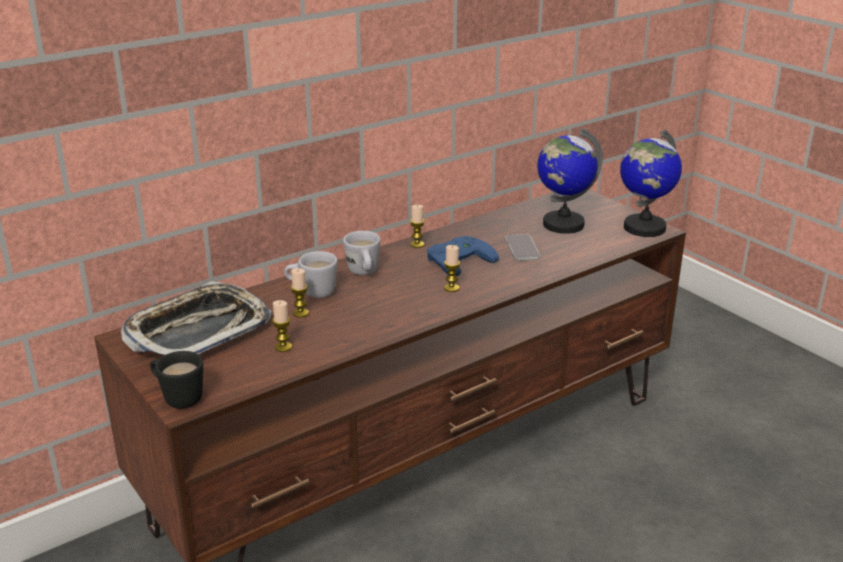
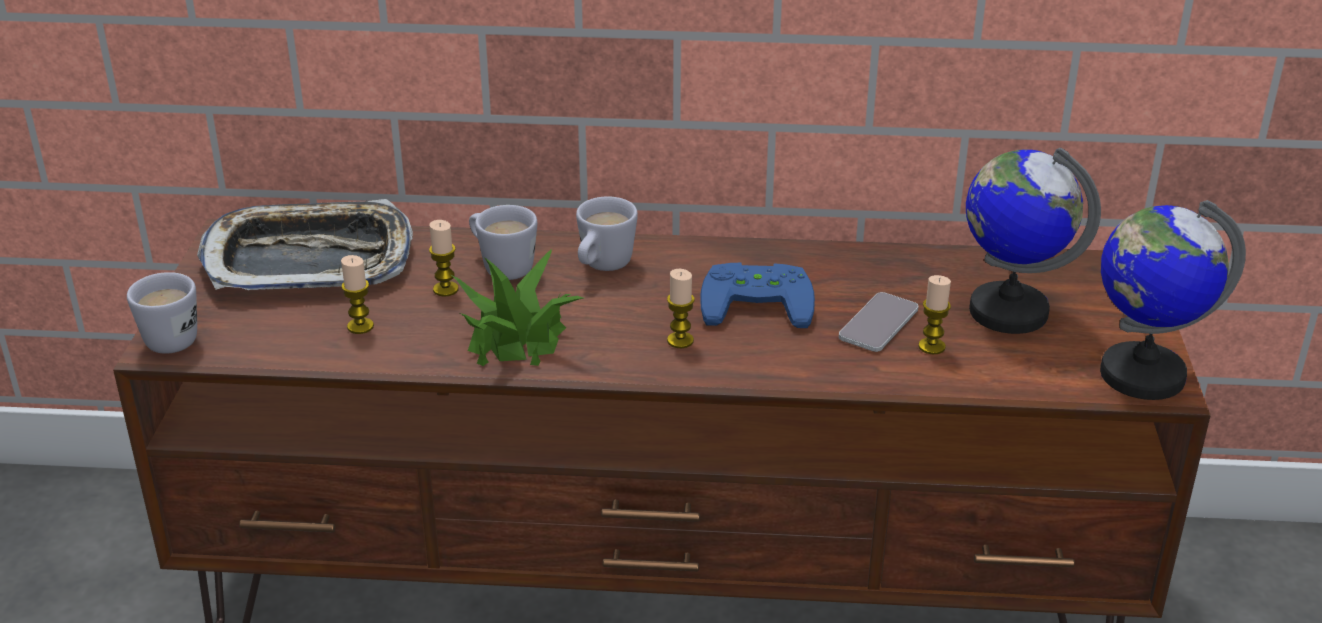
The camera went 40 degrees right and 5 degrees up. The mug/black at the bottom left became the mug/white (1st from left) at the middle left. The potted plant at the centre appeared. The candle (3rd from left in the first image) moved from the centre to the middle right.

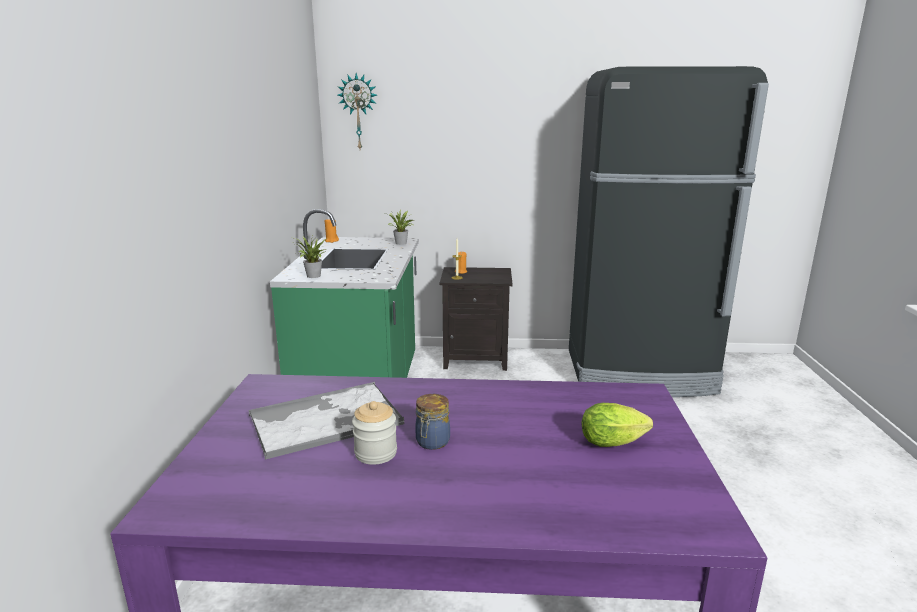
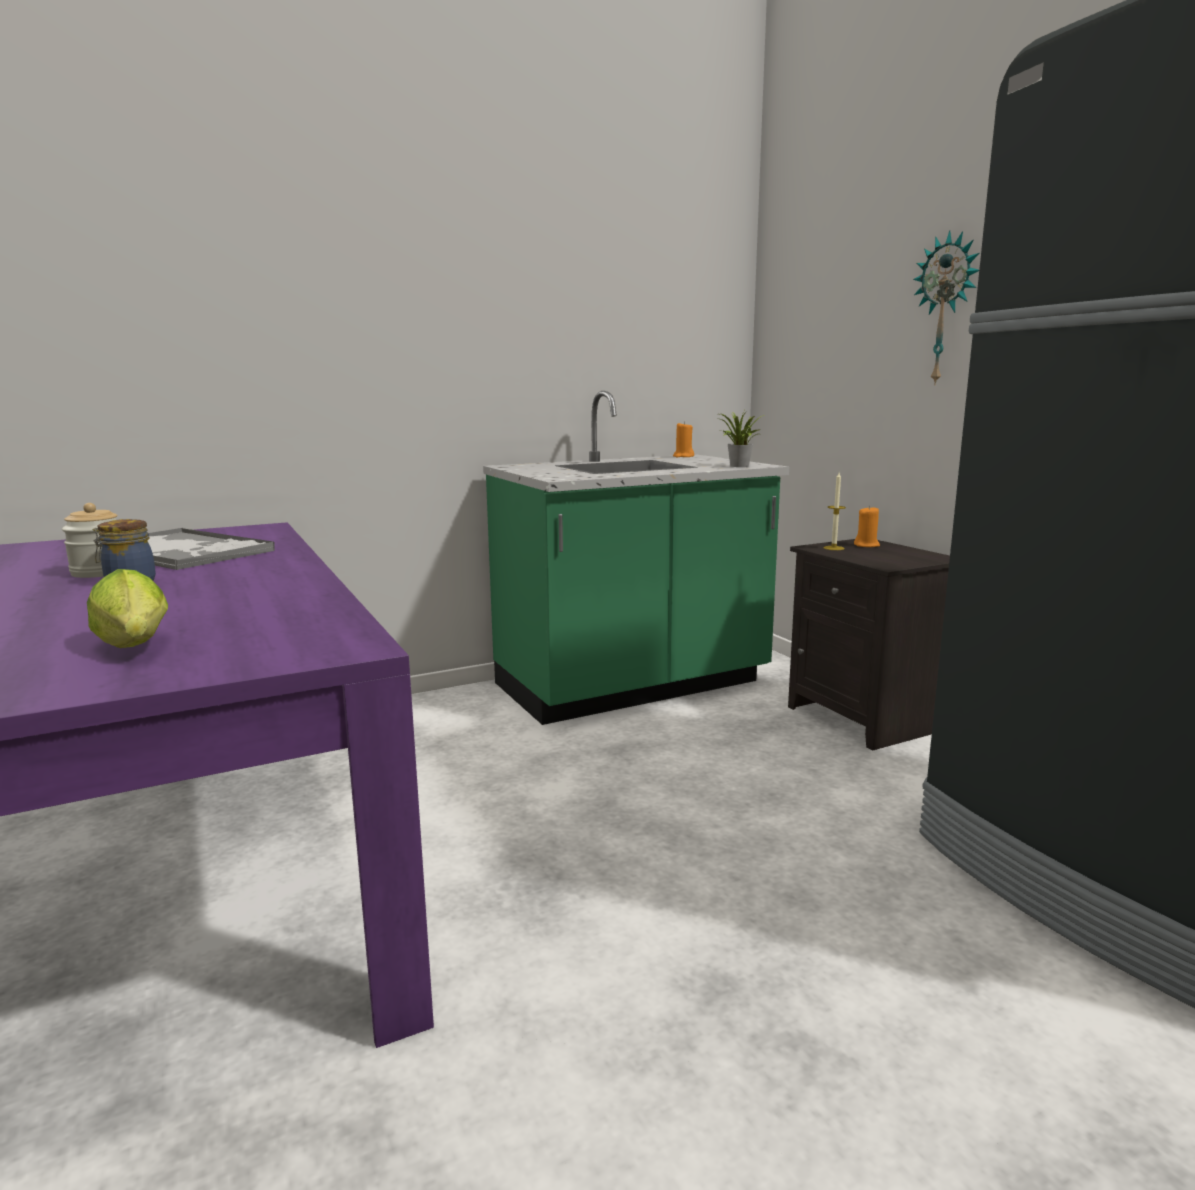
The camera went 60 degrees right and 5 degrees down. The wall clock moved from the top centre to the top right. The potted plant (1st from left) at the centre disappeared.

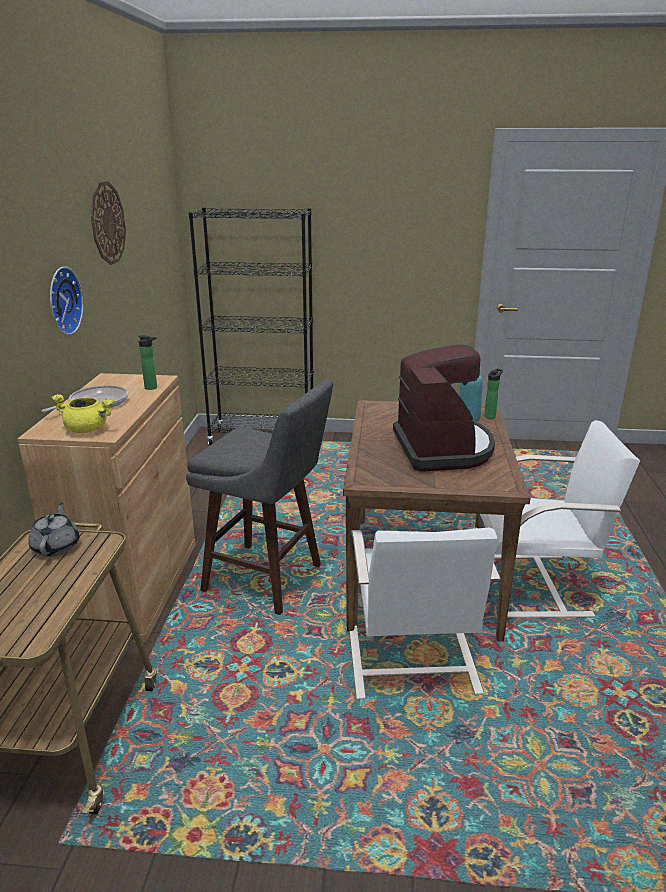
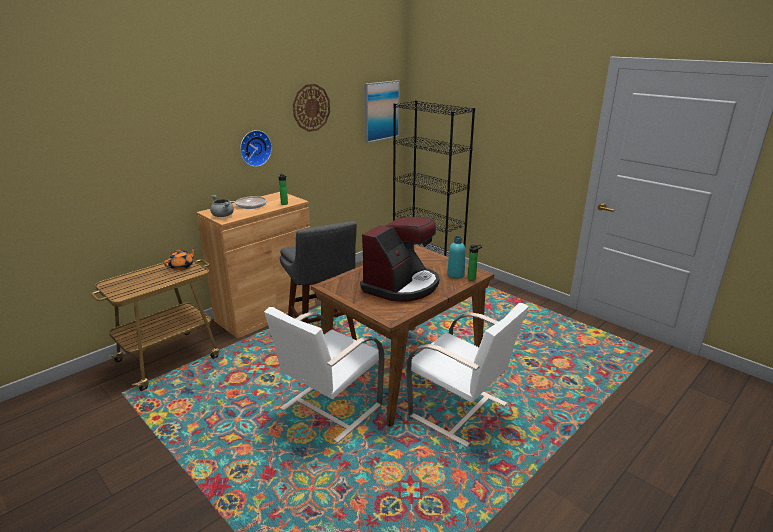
The camera went 40 degrees right and 0 degrees up. The teapot/grey at the middle left became the teapot/orange at the middle left. The cooking pot/yellow at the middle left became the cooking pot/grey at the middle left. The picture at the top centre appeared.

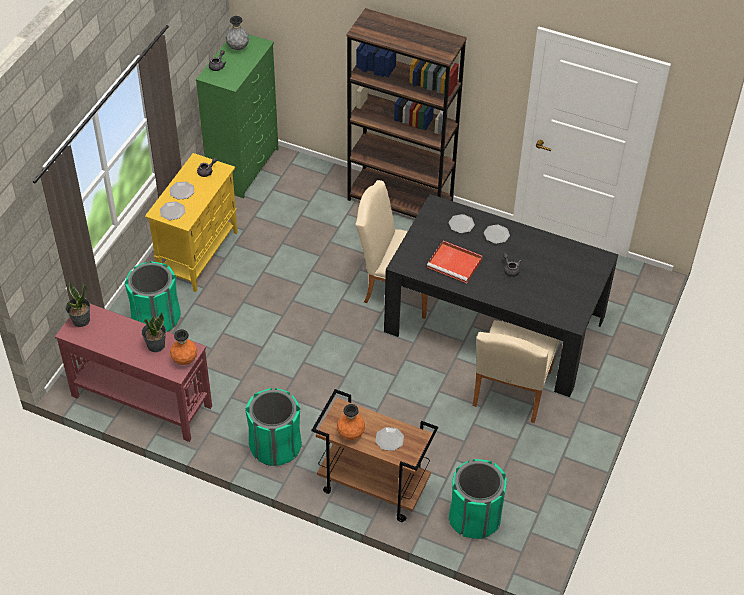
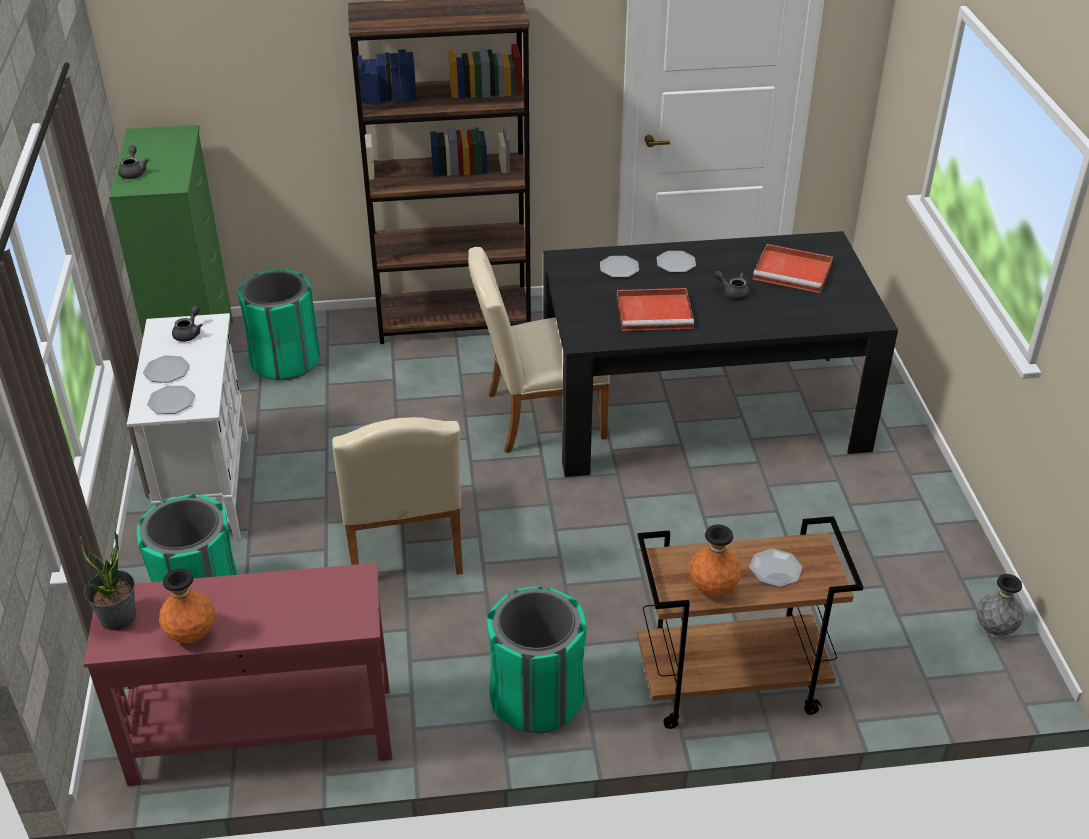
The camera went 30 degrees left and 10 degrees down. The cabinet/yellow at the middle left became the cabinet/white at the middle left. The vase/orange (1st from left) moved from the middle left to the bottom left. The trash can/green (3rd from left in the first image) moved from the bottom centre to the middle left. The chair/beige (2nd from left in the first image) moved from the middle right to the centre. The tray/red (2nd from left) at the top right appeared. The vase/grey moved from the top left to the bottom right. The potted plant (2nd from left) at the middle left disappeared.

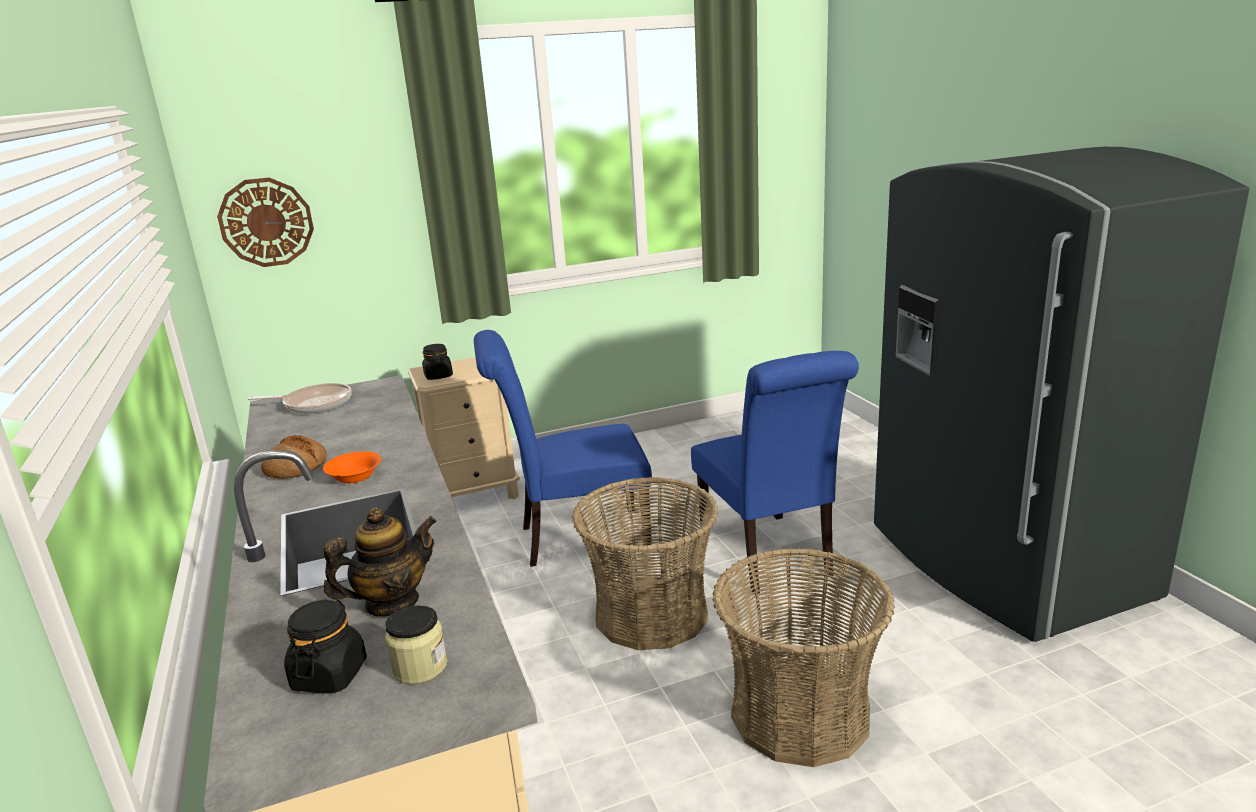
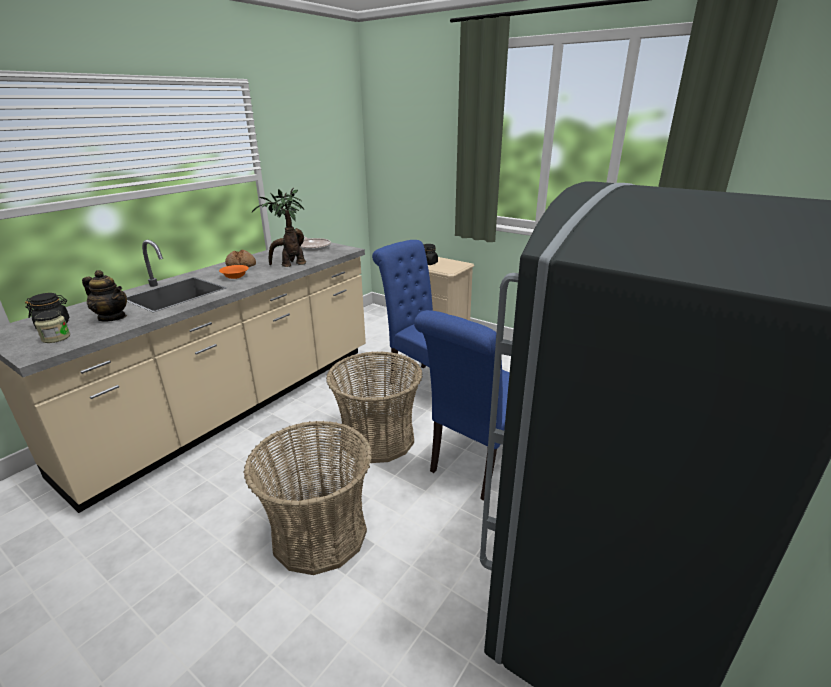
The camera went 55 degrees right and 5 degrees up. The potted plant at the top centre appeared. The wall clock at the top left disappeared.

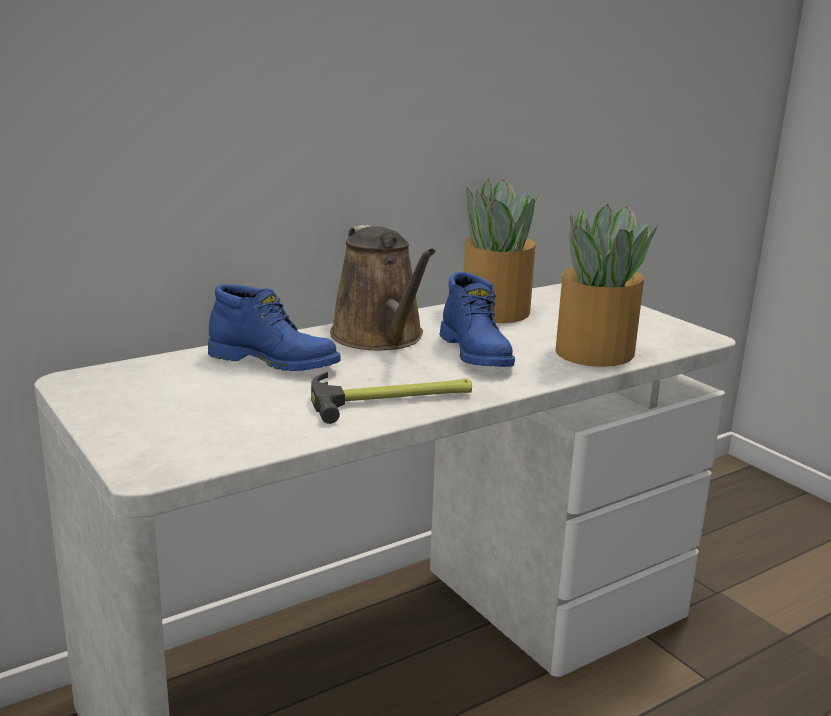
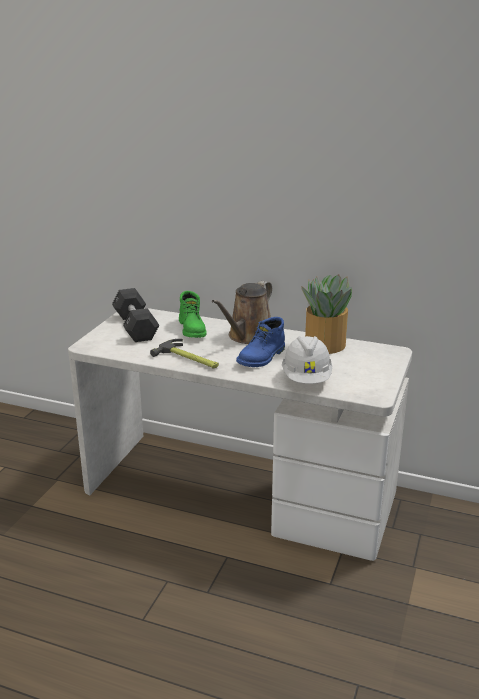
The camera went 55 degrees right and 5 degrees up. The dumbbell/black at the middle left appeared. The boot/blue (1st from left) at the middle left became the boot/green at the centre. The potted plant (2nd from left) at the middle right was replaced by the hard hat/white at the centre.

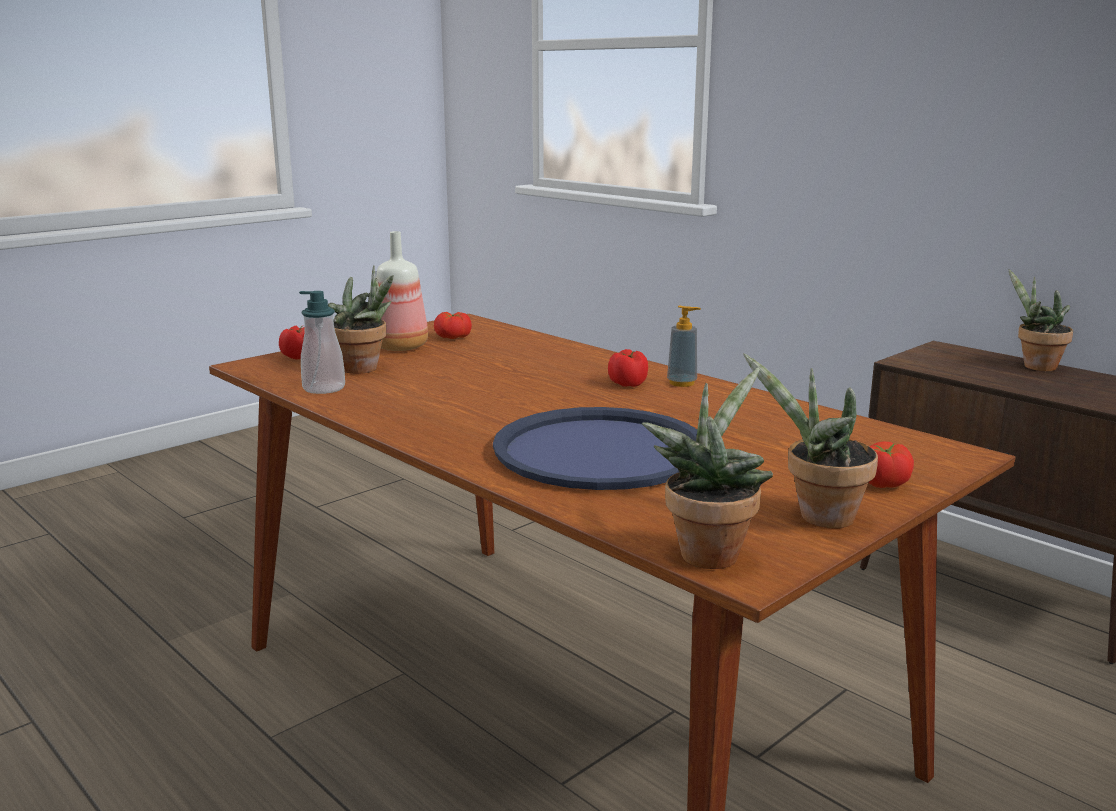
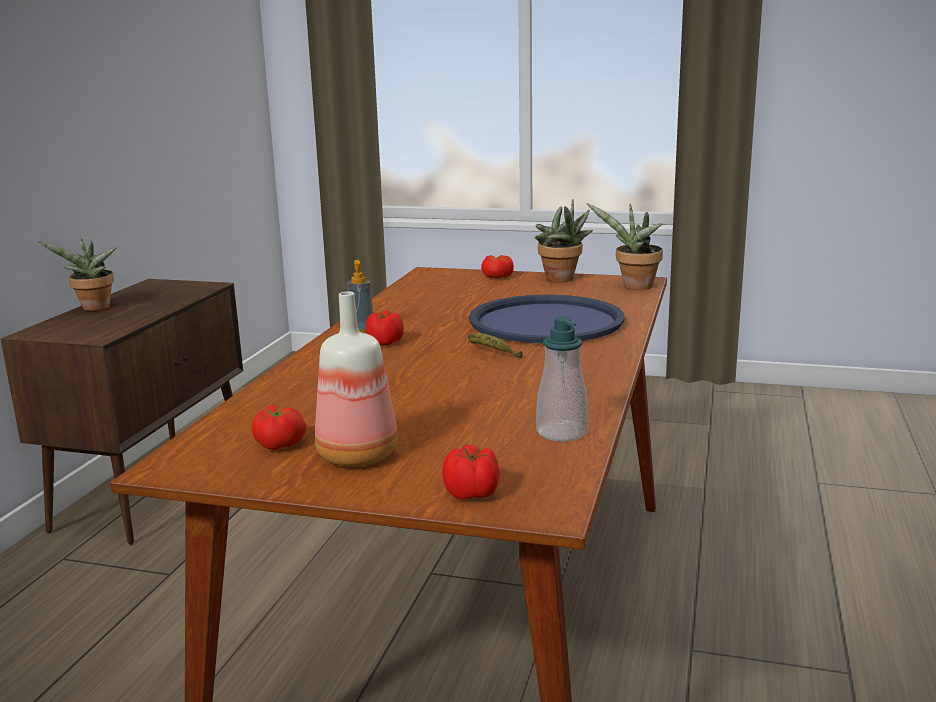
The camera went 120 degrees left and 0 degrees up. The banana at the centre appeared. The potted plant (1st from left) at the middle left disappeared.

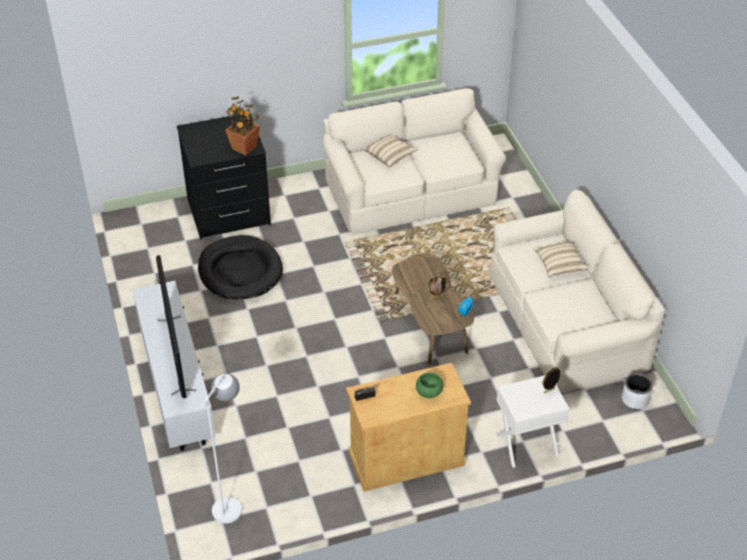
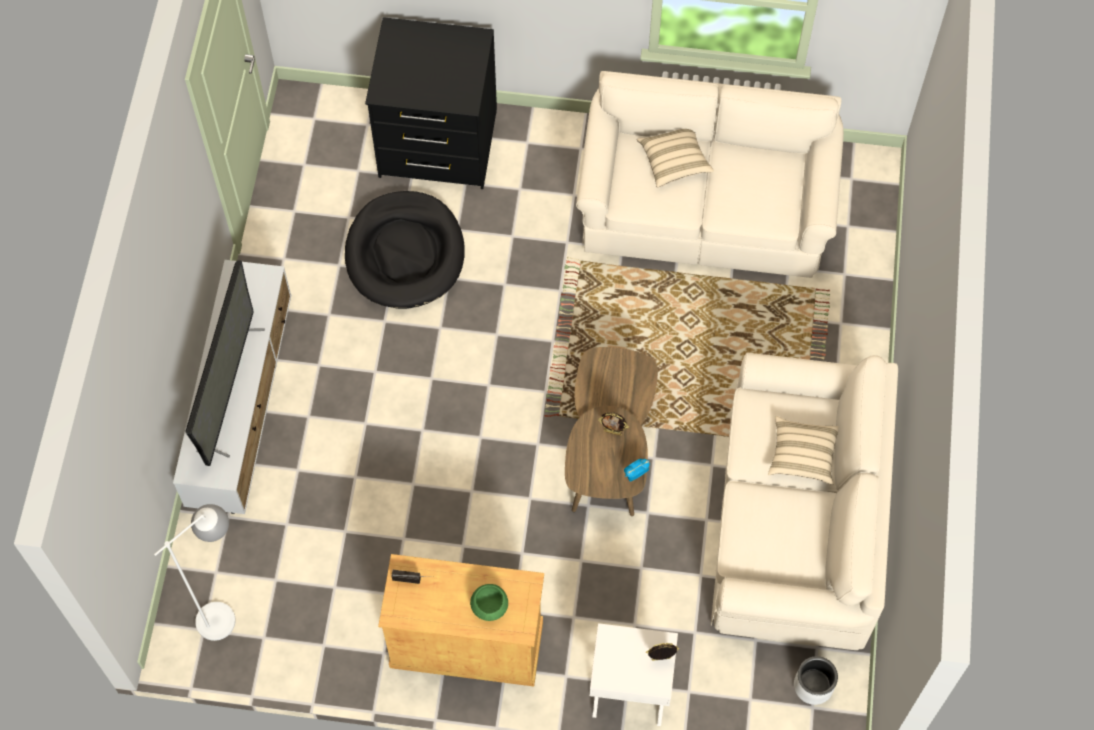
The camera went 25 degrees right and 20 degrees up. The potted plant at the top left disappeared.

